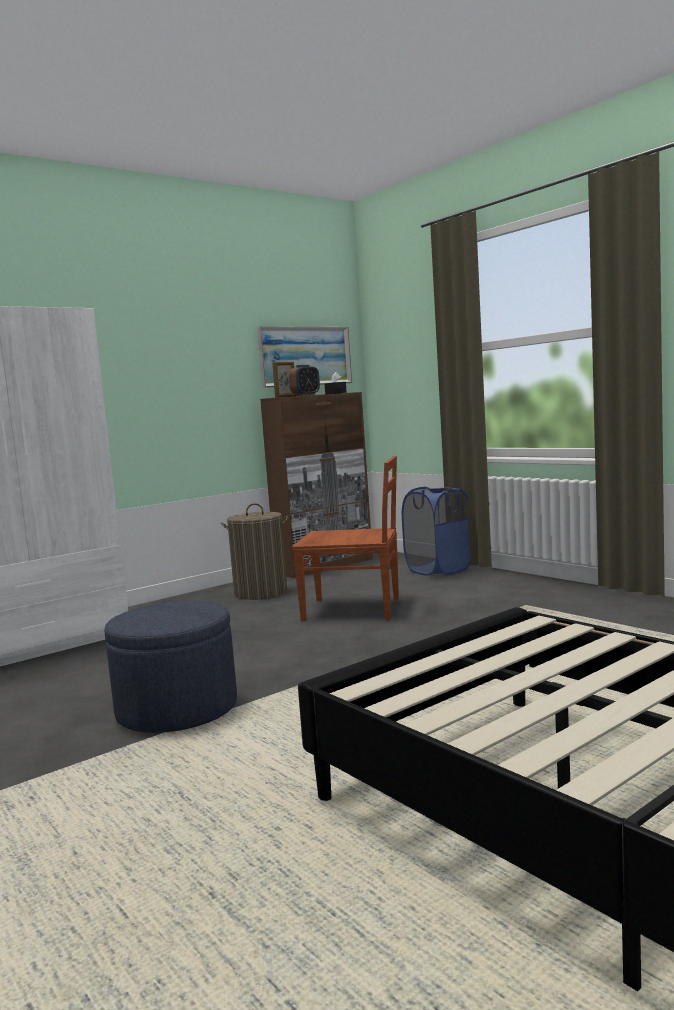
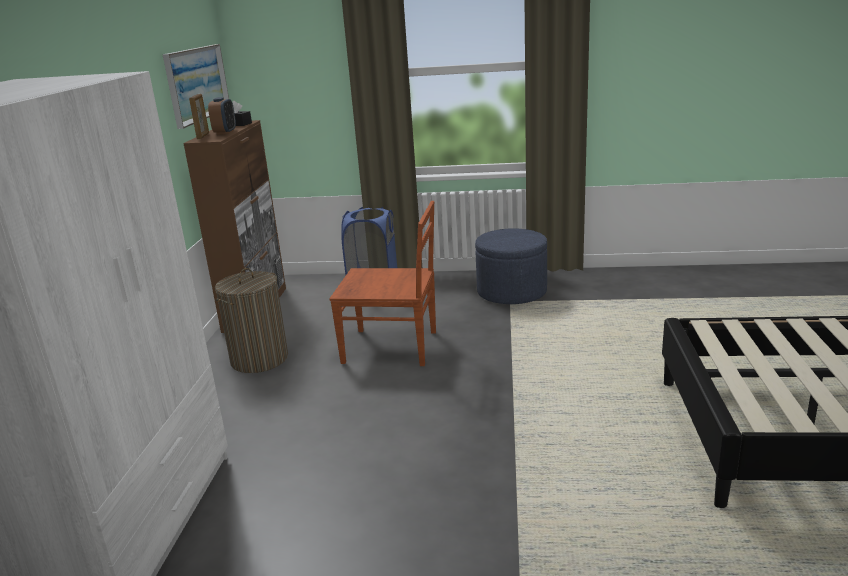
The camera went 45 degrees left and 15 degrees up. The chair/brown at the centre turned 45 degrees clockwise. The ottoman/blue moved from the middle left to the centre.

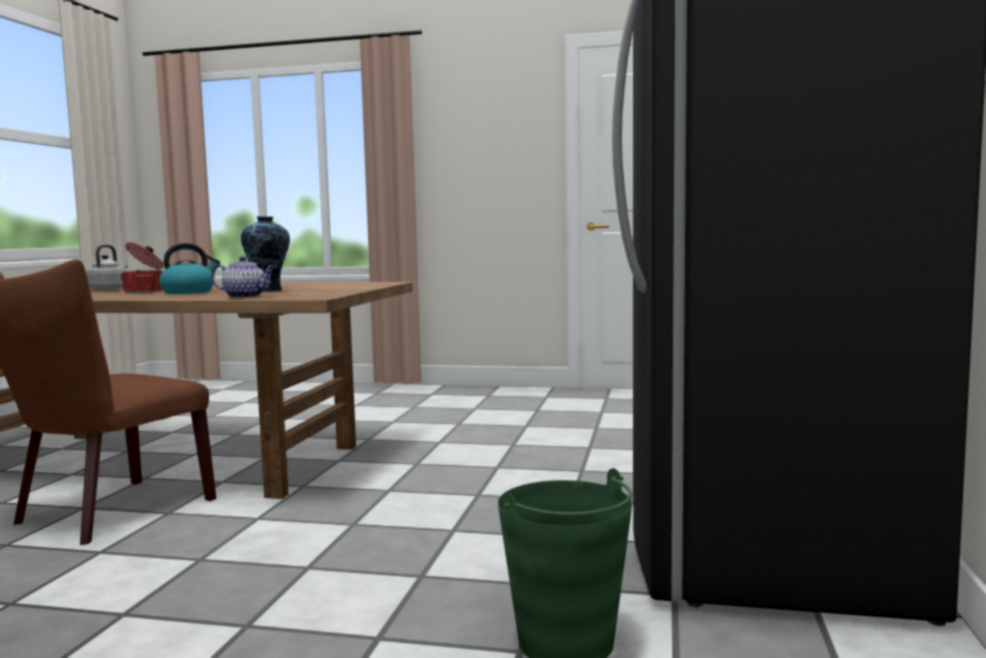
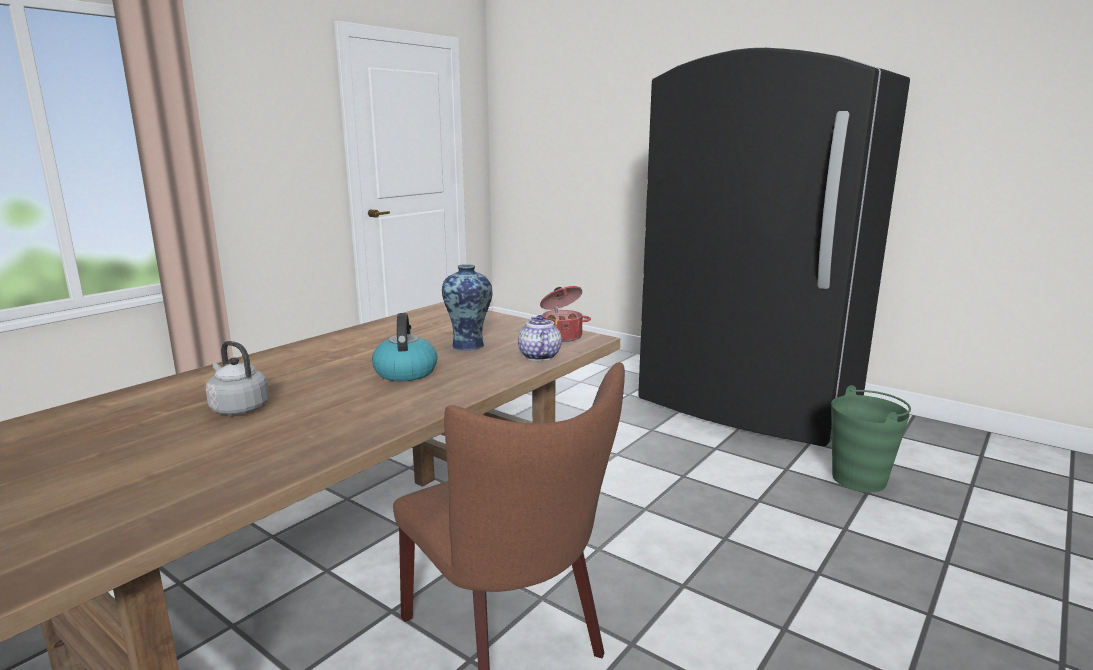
The camera went 65 degrees left and 10 degrees up. The teapot at the middle left turned 45 degrees counterclockwise. The cooking pot moved from the middle left to the centre.

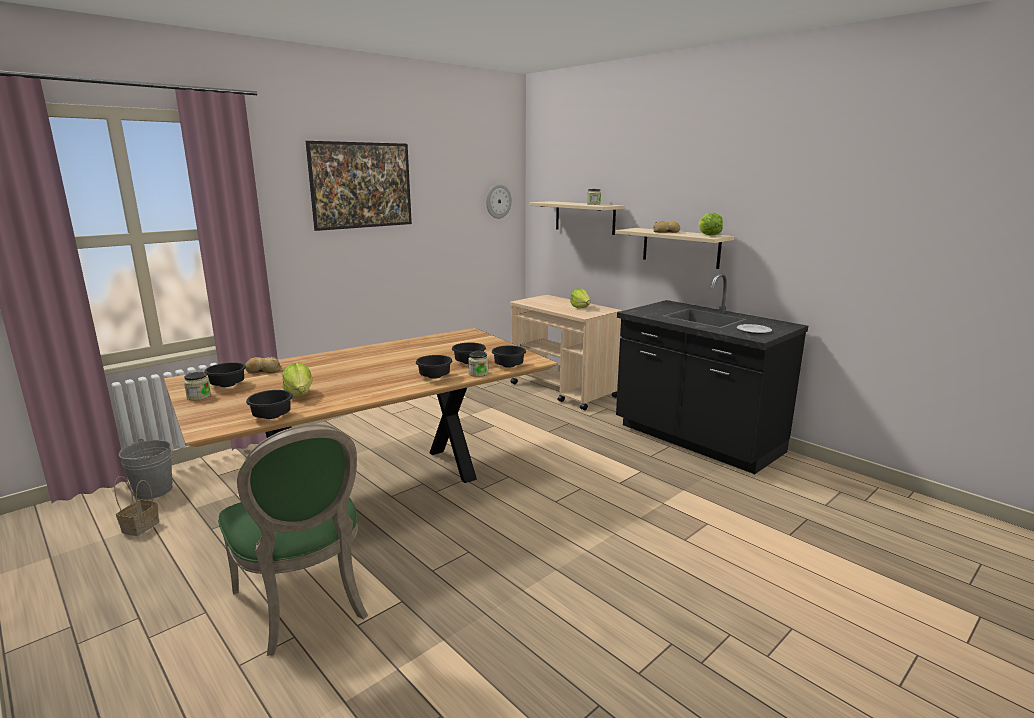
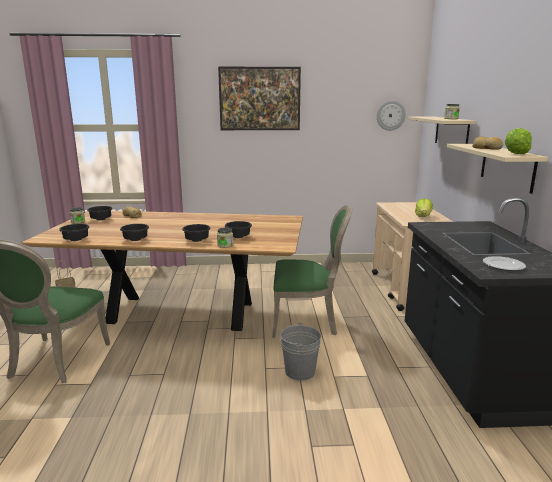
The camera went 40 degrees right and 0 degrees up. The bowl/black (5th from left in the first image) moved from the centre to the middle left. The chair/green (2nd from left) at the centre appeared. The bucket/grey moved from the middle left to the bottom centre. The lettuce (1st from left) at the middle left disappeared.

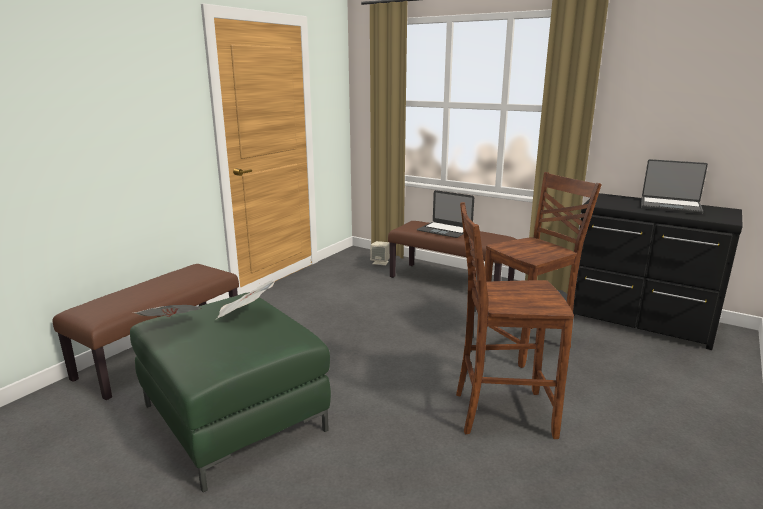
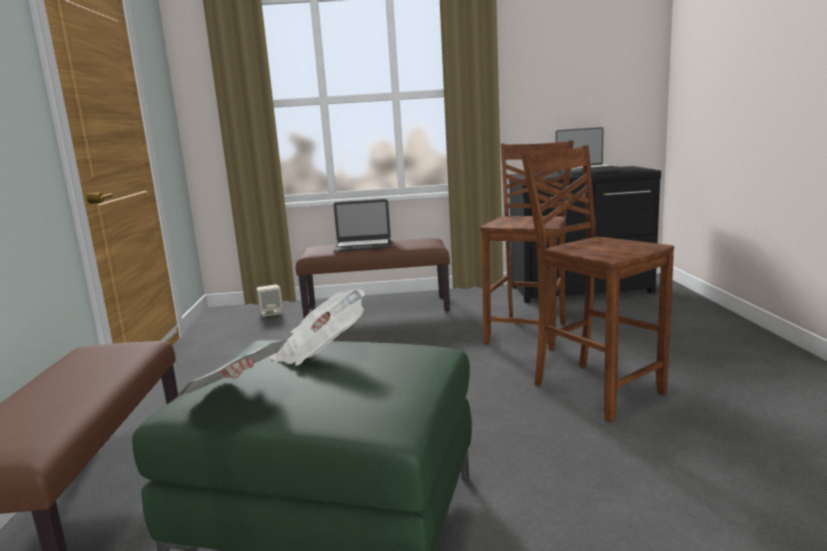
The camera went 35 degrees left and 5 degrees down. The chair/brown (1st from left in the first image) at the middle right turned 90 degrees clockwise.

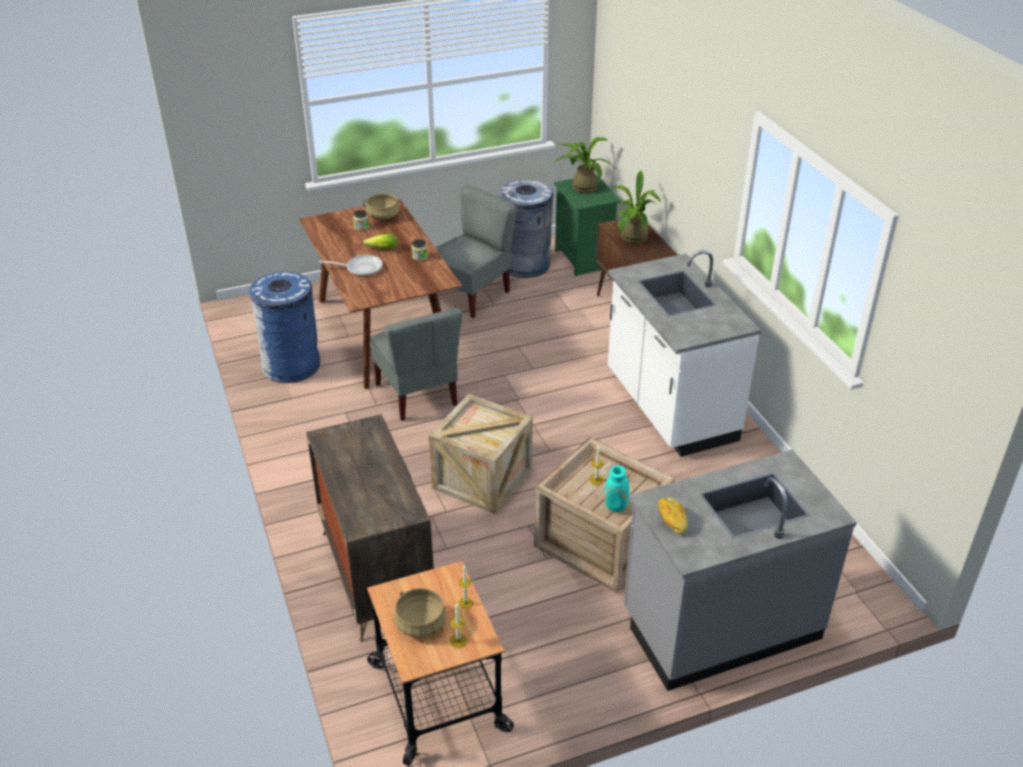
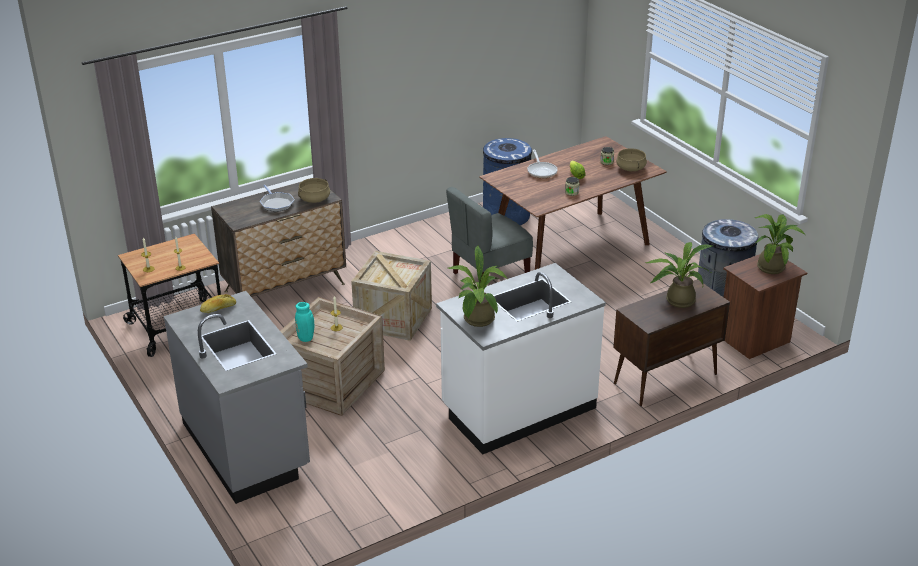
The camera went 80 degrees right and 5 degrees down. The frying pan (1st from left) at the middle left appeared. The cooking pot/beige (2nd from left in the first image) moved from the bottom centre to the centre. The potted plant (1st from left) at the centre appeared. The nightstand/green at the top centre became the nightstand/brown at the middle right. The chair/grey (2nd from left) at the top centre disappeared.

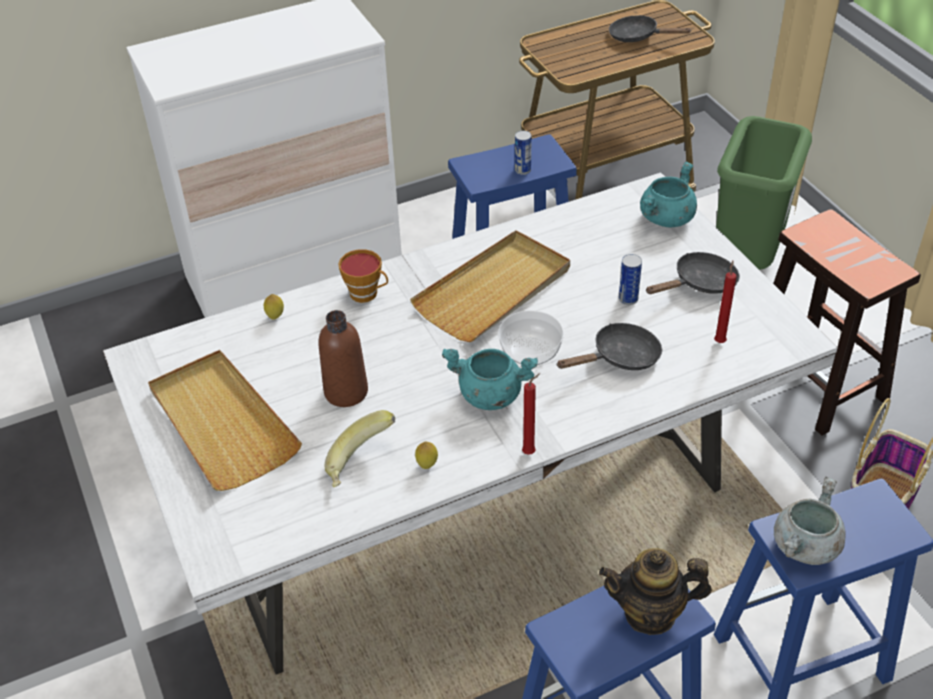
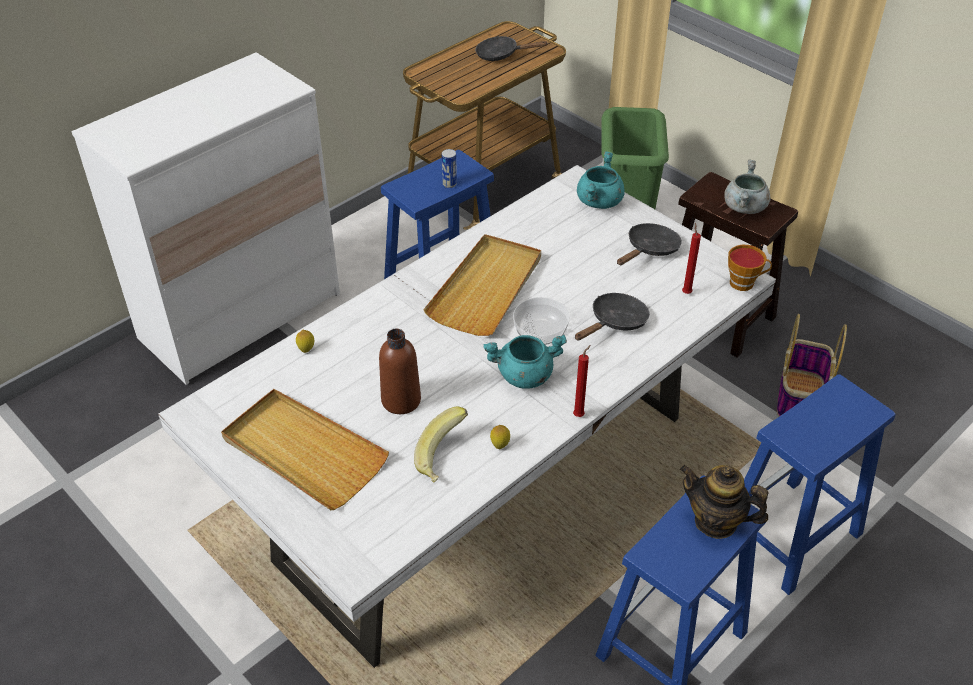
The camera went 20 degrees left and 0 degrees up. The teapot at the bottom right turned 45 degrees clockwise. The cooking pot/grey moved from the bottom right to the top right. The cup moved from the centre to the middle right. The can (2nd from left) at the middle right disappeared.

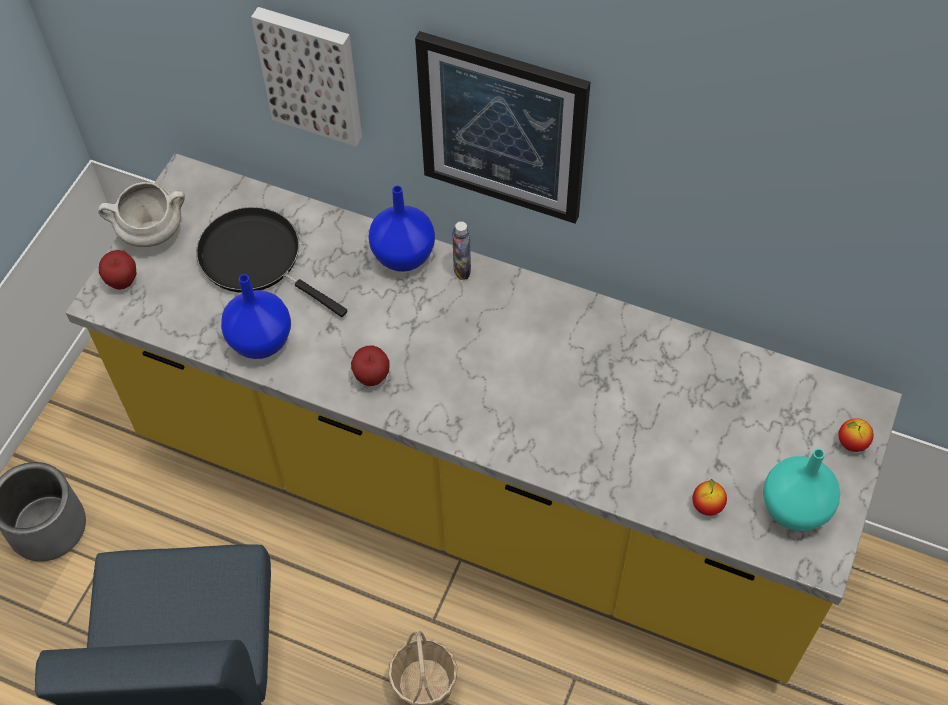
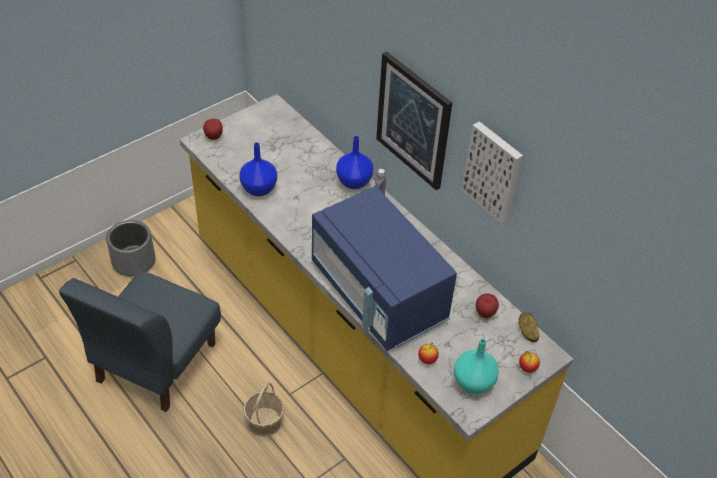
The camera went 25 degrees right and 10 degrees down. The microwave/blue at the centre appeared. The picture (1st from left in the first image) moved from the top left to the middle right. The apple (2nd from left in the first image) moved from the centre to the middle right. The potato at the bottom right appeared. The cooking pot/white at the top left disappeared. The frying pan/black at the middle left disappeared.

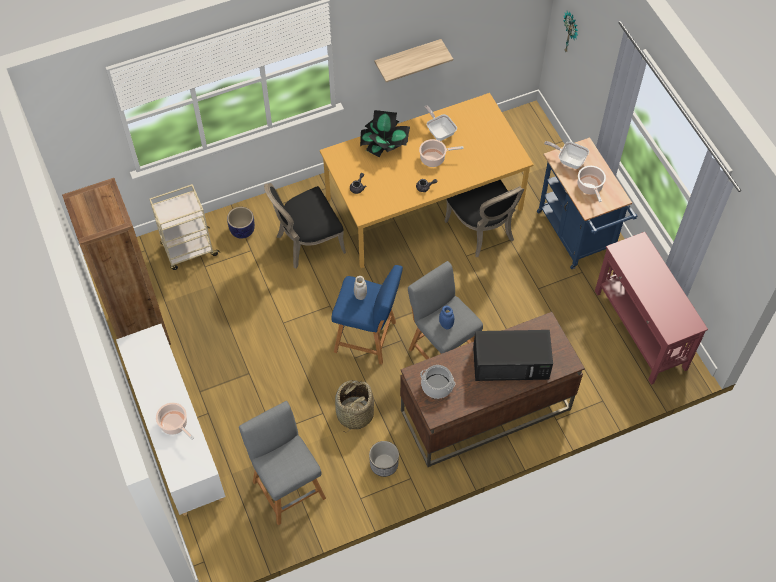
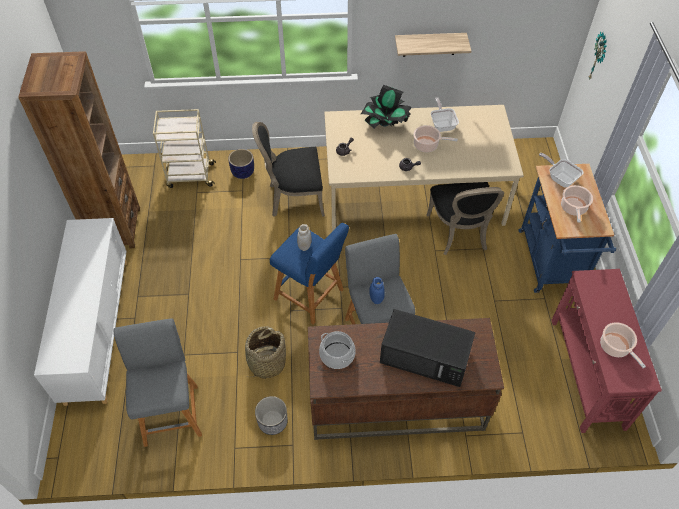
The camera went 20 degrees right and 5 degrees down. The dining table/orange at the top centre became the dining table/beige at the top centre. The cooking pot (1st from left in the first image) moved from the bottom left to the bottom right.

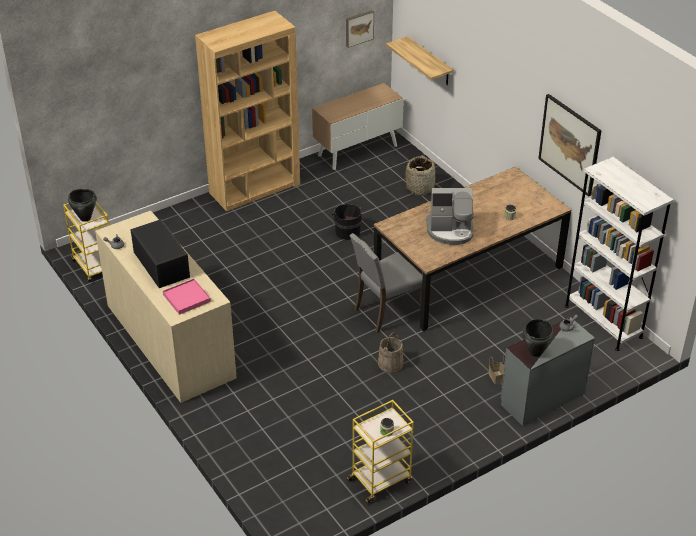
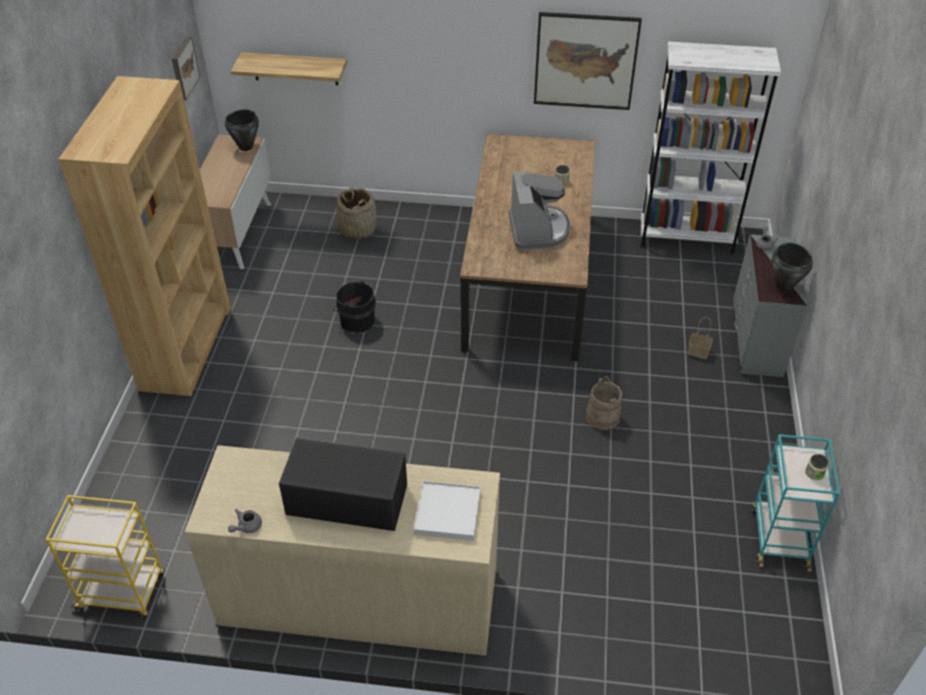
The camera went 50 degrees left and 5 degrees up. The cooking pot/black (1st from left) moved from the middle left to the top left. The tray/pink at the middle left became the tray/white at the bottom centre. The coffee machine at the centre turned 45 degrees counterclockwise. The cart/yellow (2nd from left) at the bottom centre became the cart/turquoise at the bottom right. The chair/grey at the centre disappeared.

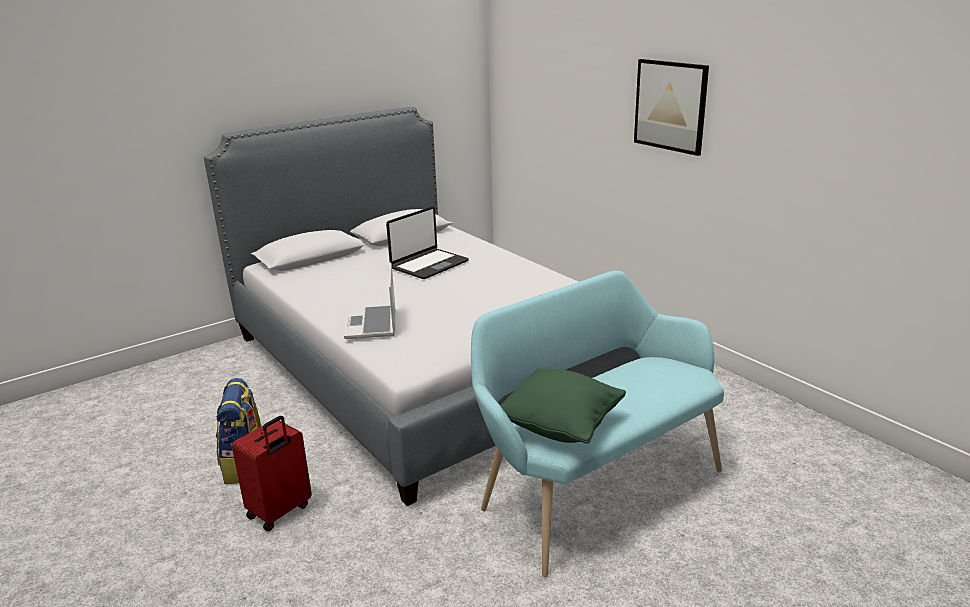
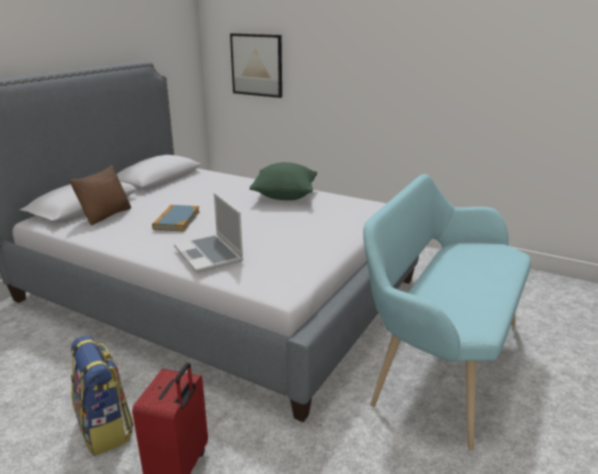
The camera went 25 degrees left and 0 degrees up. The pillow/brown at the middle left appeared. The book at the middle left appeared. The picture moved from the top right to the top centre. The pillow/green moved from the bottom centre to the centre. The laptop (2nd from left) at the centre disappeared.

